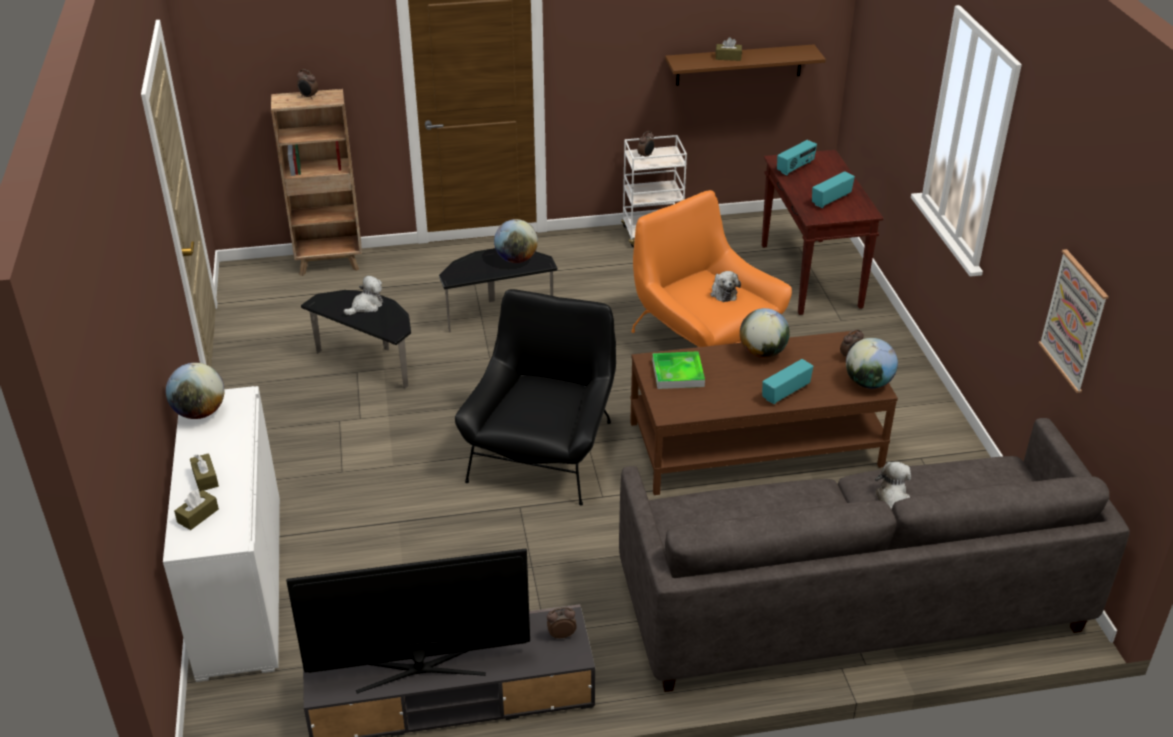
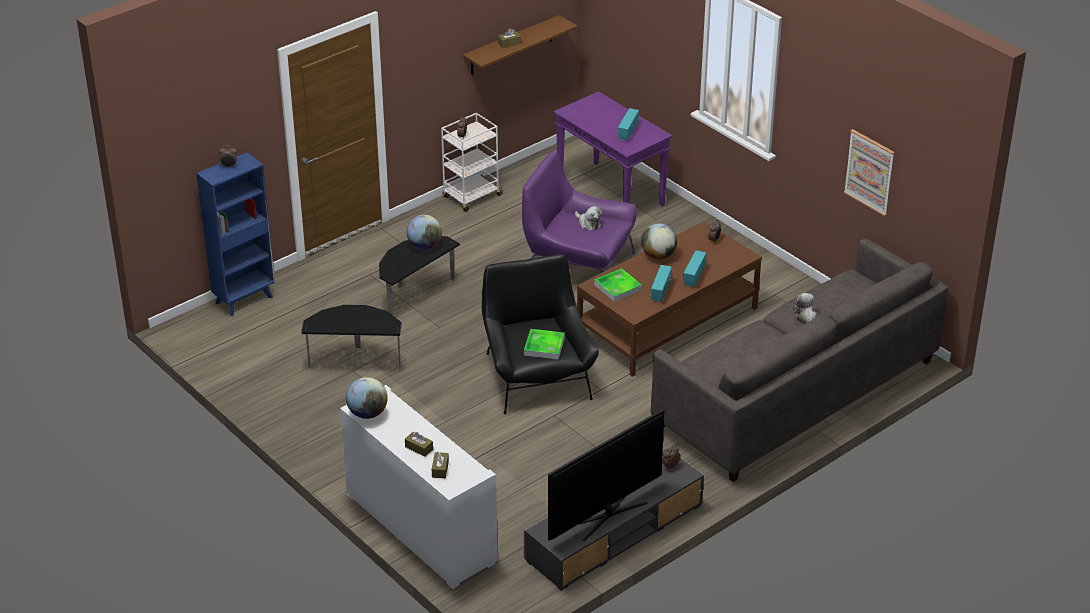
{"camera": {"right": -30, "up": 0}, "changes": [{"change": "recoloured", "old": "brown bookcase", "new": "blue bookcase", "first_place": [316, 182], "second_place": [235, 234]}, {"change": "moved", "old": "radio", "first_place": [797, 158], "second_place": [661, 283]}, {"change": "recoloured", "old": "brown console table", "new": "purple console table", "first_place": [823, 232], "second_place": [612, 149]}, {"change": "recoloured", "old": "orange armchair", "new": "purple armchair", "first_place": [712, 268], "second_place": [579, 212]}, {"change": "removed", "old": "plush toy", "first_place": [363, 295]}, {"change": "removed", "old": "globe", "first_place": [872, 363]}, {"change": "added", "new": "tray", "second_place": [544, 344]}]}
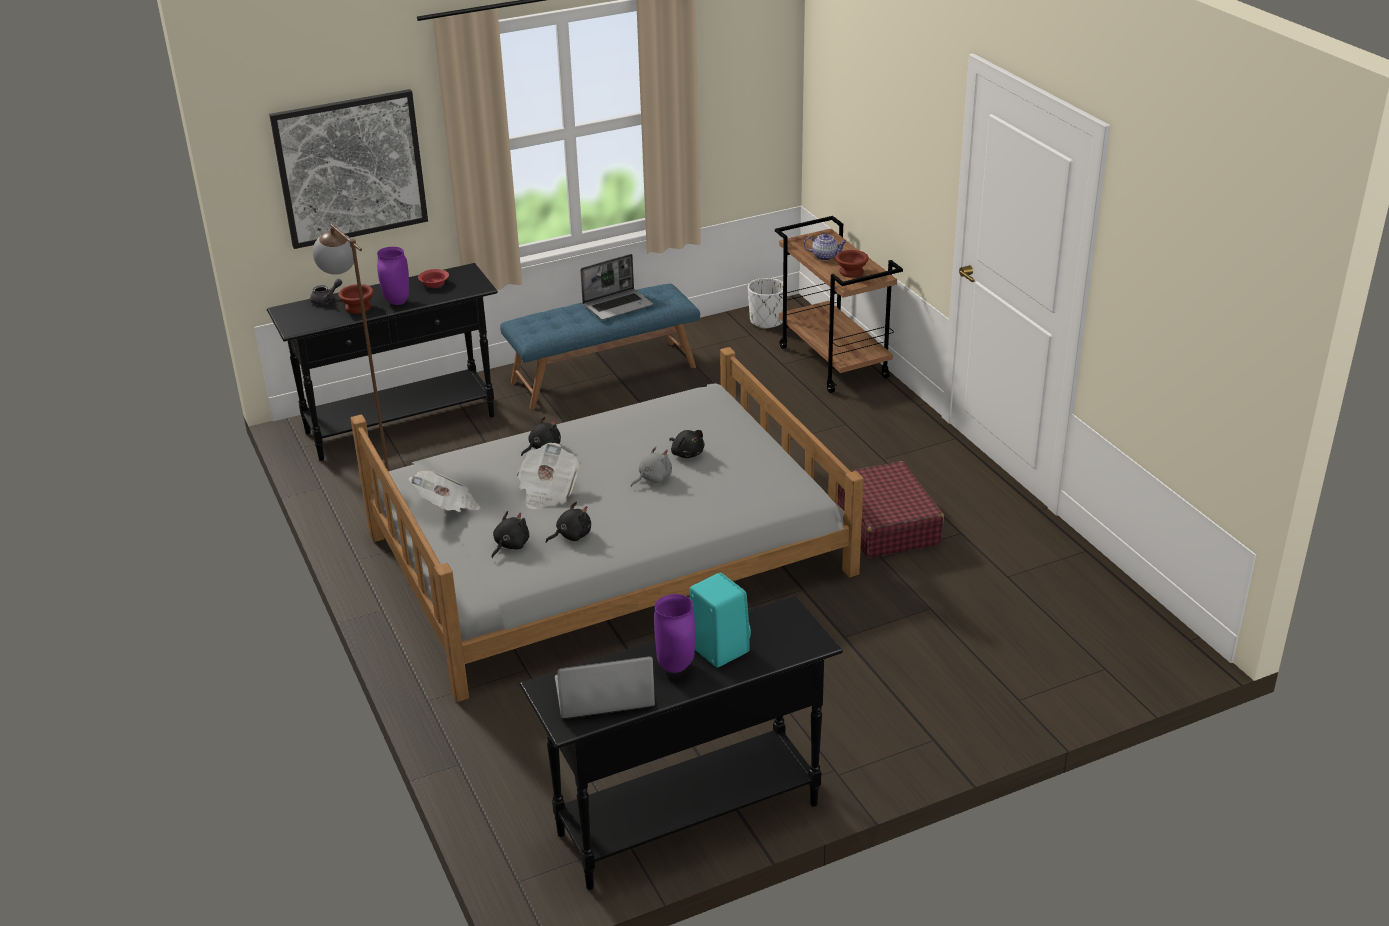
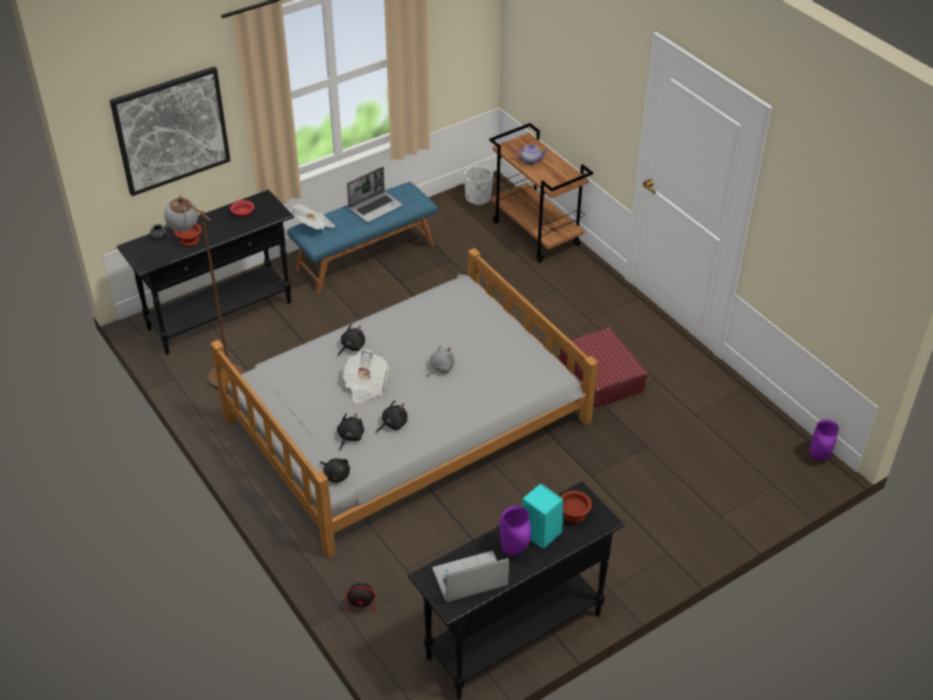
{"camera": {"right": -10, "up": 10}, "changes": [{"change": "moved", "old": "purple vase", "first_place": [393, 276], "second_place": [824, 440]}, {"change": "moved", "old": "brown bowl", "first_place": [852, 263], "second_place": [576, 507]}, {"change": "moved", "old": "black plush toy", "first_place": [687, 444], "second_place": [335, 470]}, {"change": "moved", "old": "newspaper", "first_place": [445, 491], "second_place": [312, 217]}, {"change": "added", "new": "fan", "second_place": [373, 588]}]}
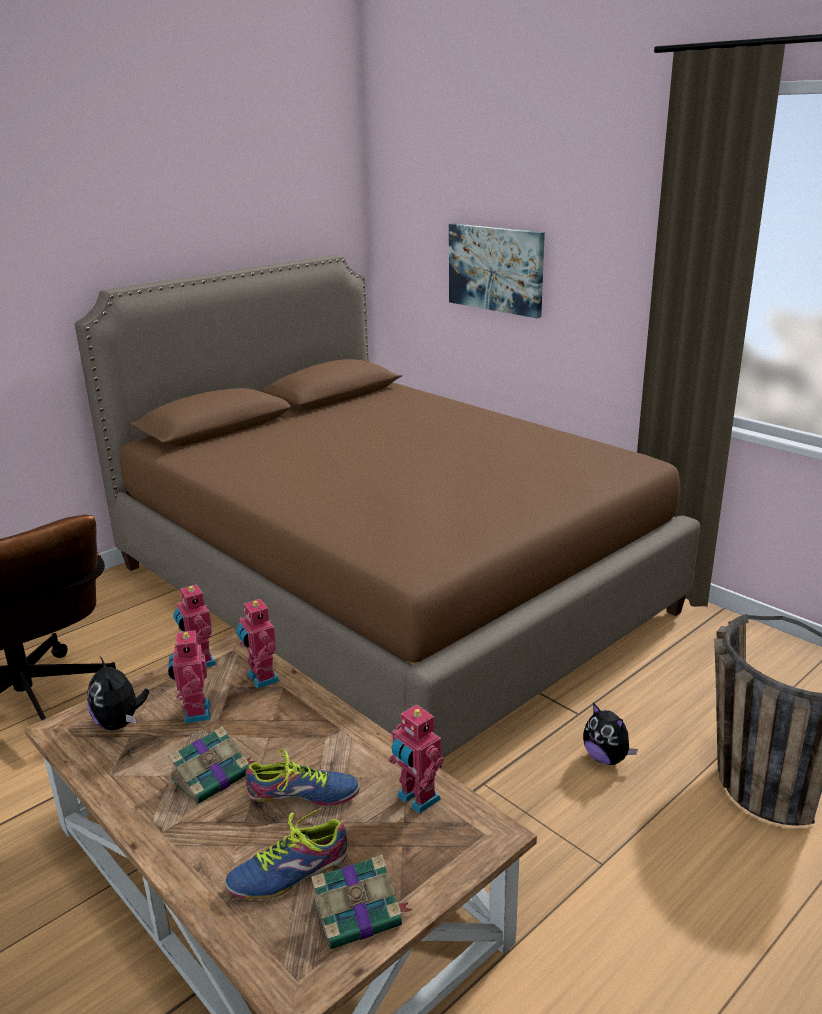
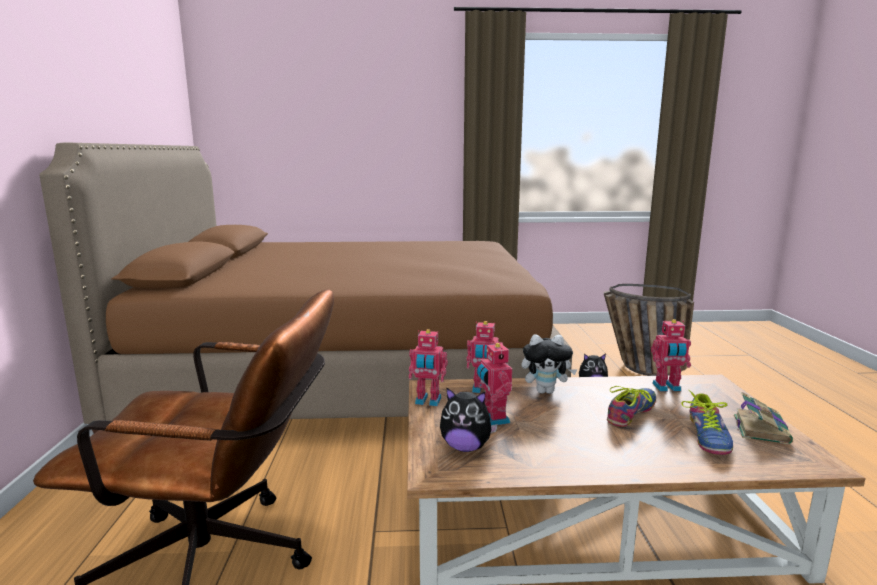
{"camera": {"right": -50, "up": -10}, "changes": [{"change": "removed", "old": "picture", "first_place": [497, 271]}, {"change": "turned", "old": "toy robot", "first_place": [189, 676], "second_place": [494, 383], "degrees": 45}, {"change": "removed", "old": "book", "first_place": [211, 765]}, {"change": "added", "new": "plush toy", "second_place": [549, 364]}]}
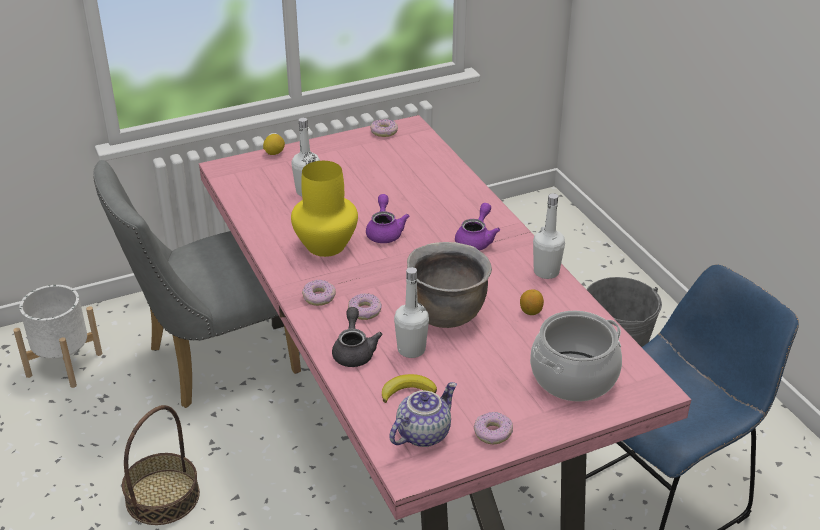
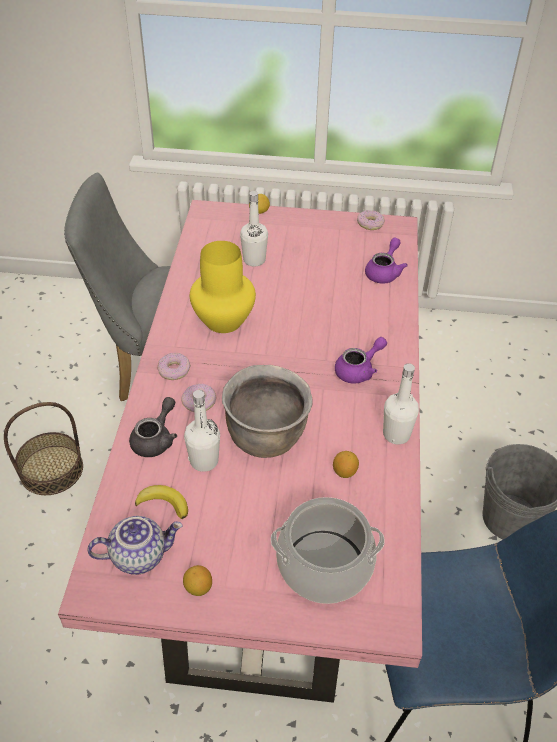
{"camera": {"right": 30, "up": 10}, "changes": [{"change": "moved", "old": "purple teapot", "first_place": [387, 218], "second_place": [386, 260]}, {"change": "removed", "old": "white planter", "first_place": [57, 336]}, {"change": "replaced", "old": "donut", "new": "lemon", "first_place": [493, 428], "second_place": [197, 580]}]}
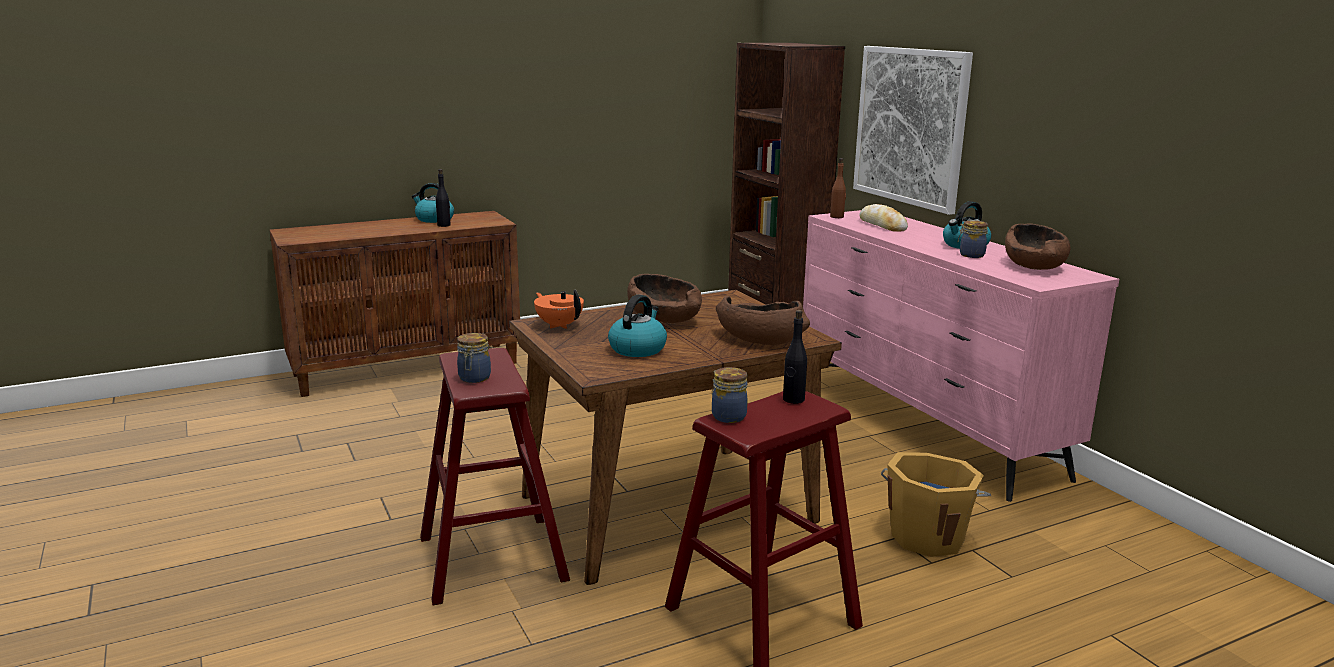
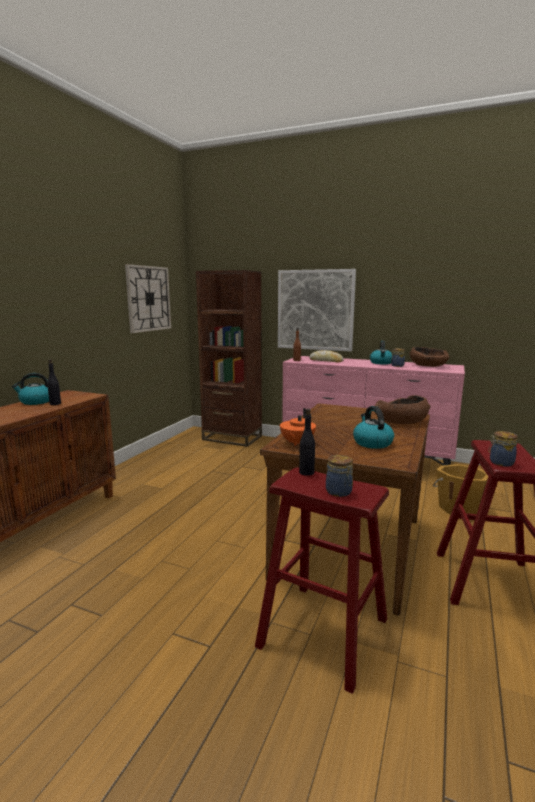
{"camera": {"right": -40, "up": -5}, "changes": [{"change": "removed", "old": "brown bowl", "first_place": [664, 298]}, {"change": "turned", "old": "orange teapot", "first_place": [559, 309], "second_place": [298, 427], "degrees": -75}, {"change": "moved", "old": "black bottle", "first_place": [795, 357], "second_place": [307, 442]}, {"change": "added", "new": "wall clock", "second_place": [148, 298]}]}
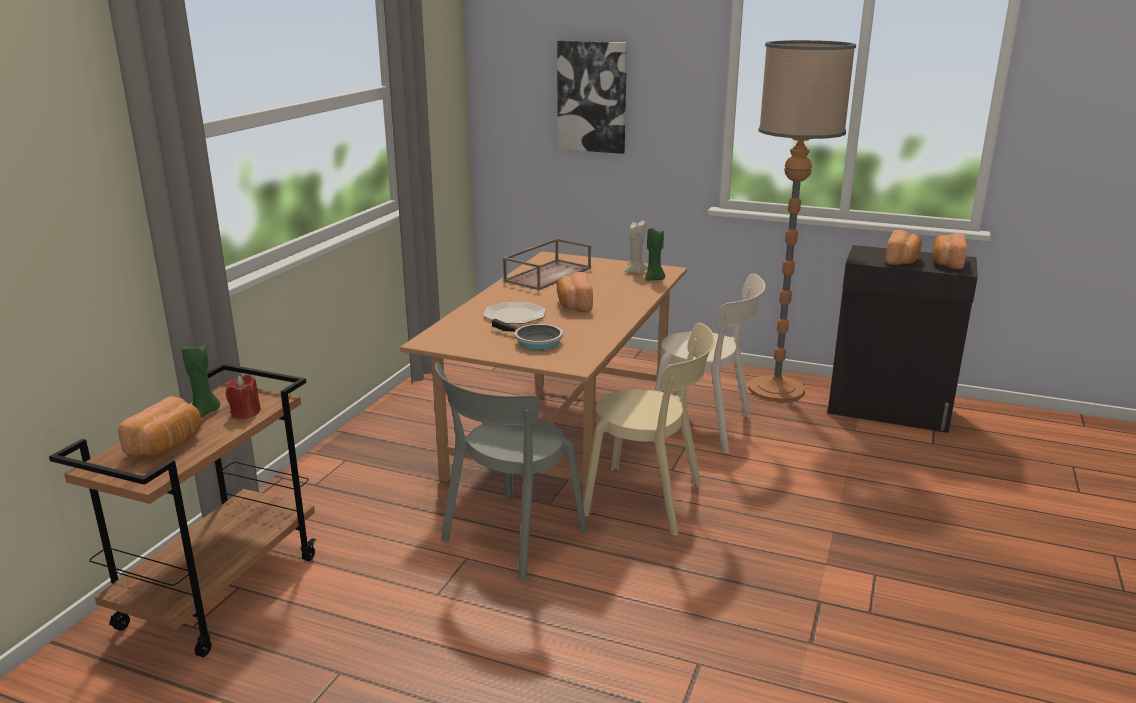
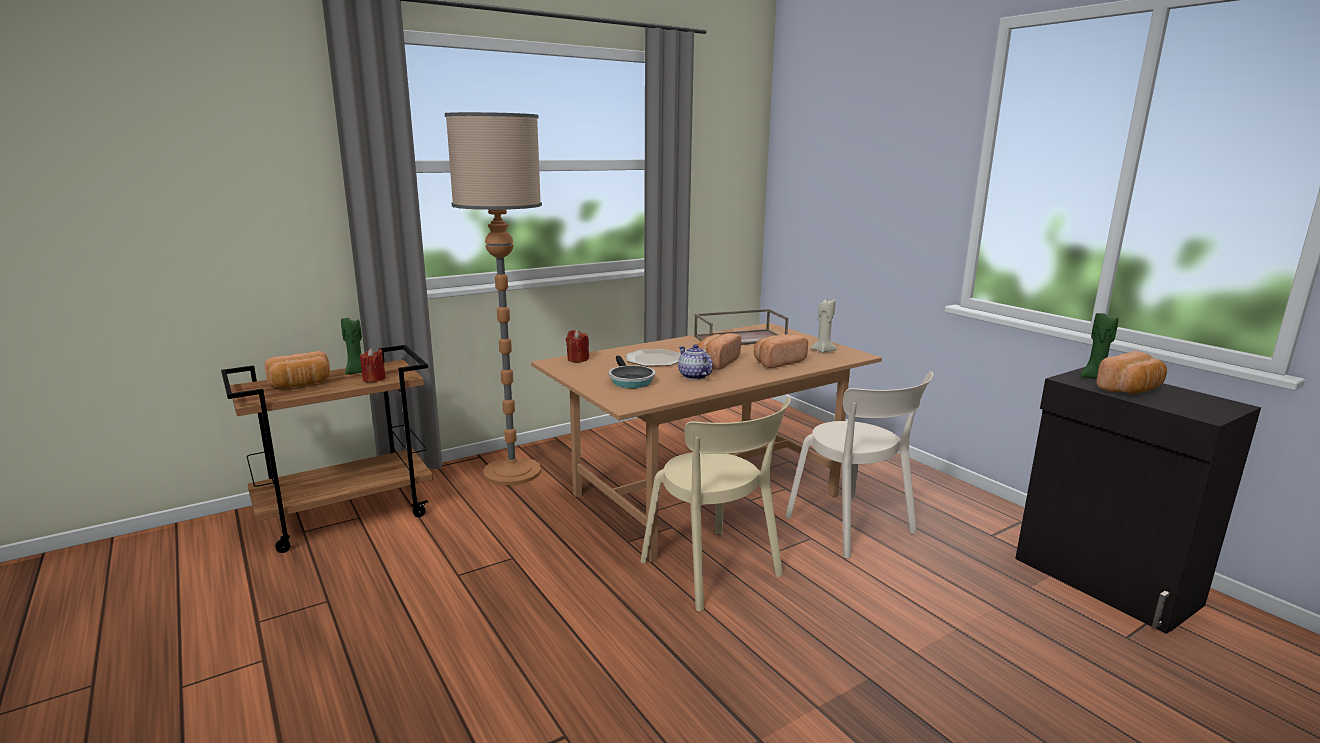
{"camera": {"right": 35, "up": -5}, "changes": [{"change": "moved", "old": "floor lamp", "first_place": [802, 221], "second_place": [493, 298]}, {"change": "removed", "old": "picture", "first_place": [592, 97]}, {"change": "moved", "old": "green candle", "first_place": [655, 254], "second_place": [1099, 346]}, {"change": "moved", "old": "bread", "first_place": [949, 251], "second_place": [781, 351]}, {"change": "removed", "old": "grey chair", "first_place": [511, 471]}, {"change": "added", "new": "red candle", "second_place": [577, 346]}, {"change": "added", "new": "teapot", "second_place": [695, 362]}]}
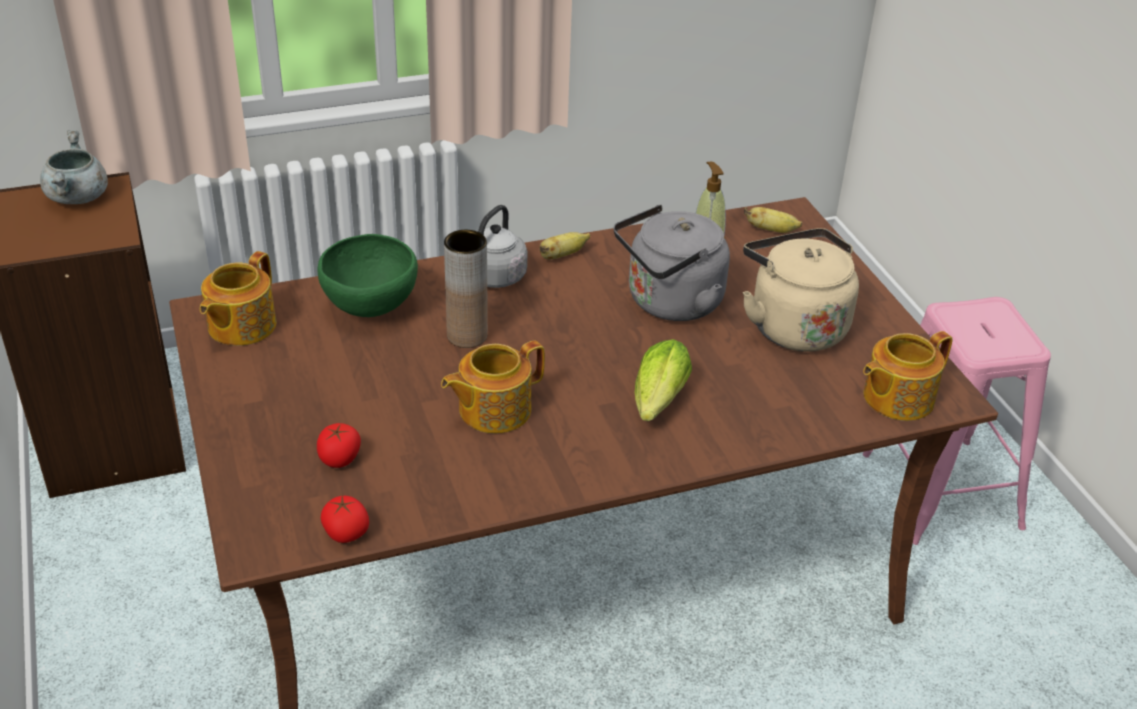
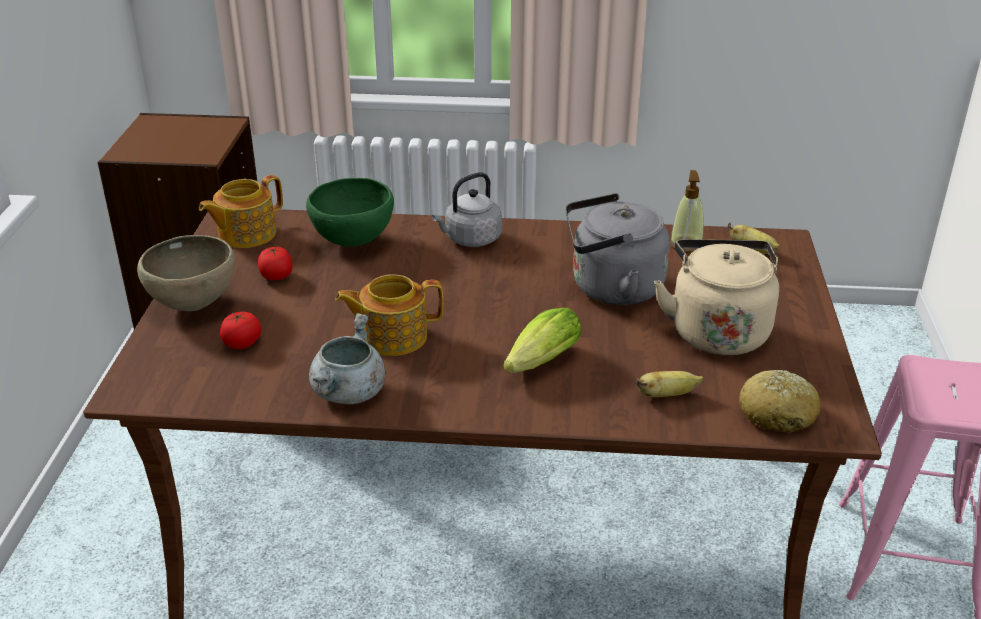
{"camera": {"right": 25, "up": -5}, "changes": [{"change": "moved", "old": "grey cooking pot", "first_place": [74, 167], "second_place": [347, 358]}, {"change": "removed", "old": "brown vase", "first_place": [466, 289]}, {"change": "moved", "old": "banana", "first_place": [564, 245], "second_place": [670, 384]}, {"change": "replaced", "old": "teapot", "new": "bread", "first_place": [908, 376], "second_place": [779, 401]}, {"change": "moved", "old": "tomato", "first_place": [345, 519], "second_place": [275, 263]}, {"change": "added", "new": "brown bowl", "second_place": [186, 273]}]}
